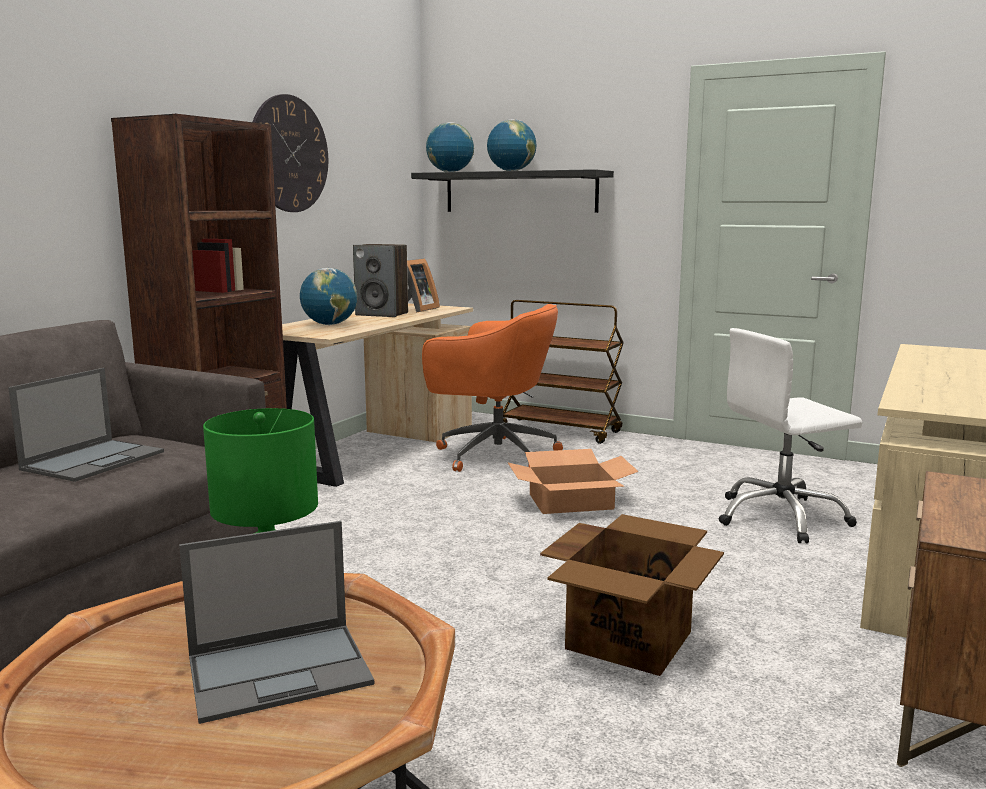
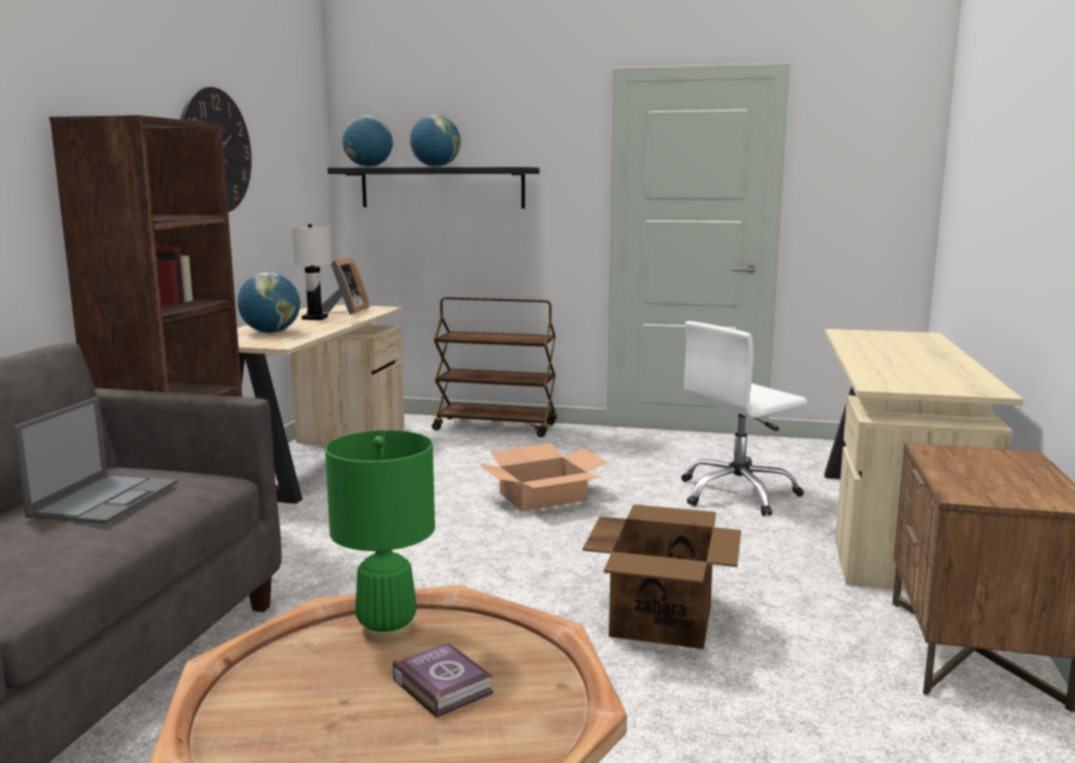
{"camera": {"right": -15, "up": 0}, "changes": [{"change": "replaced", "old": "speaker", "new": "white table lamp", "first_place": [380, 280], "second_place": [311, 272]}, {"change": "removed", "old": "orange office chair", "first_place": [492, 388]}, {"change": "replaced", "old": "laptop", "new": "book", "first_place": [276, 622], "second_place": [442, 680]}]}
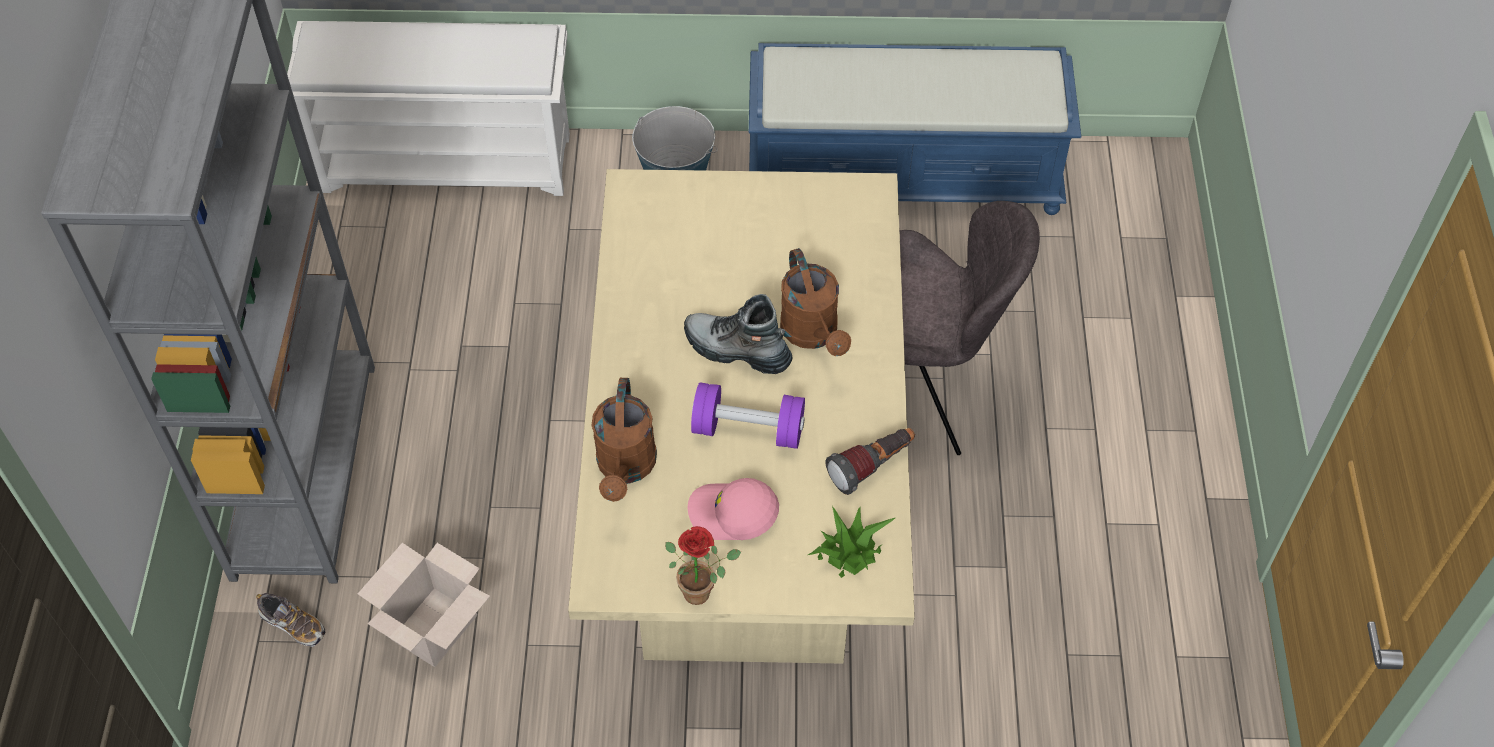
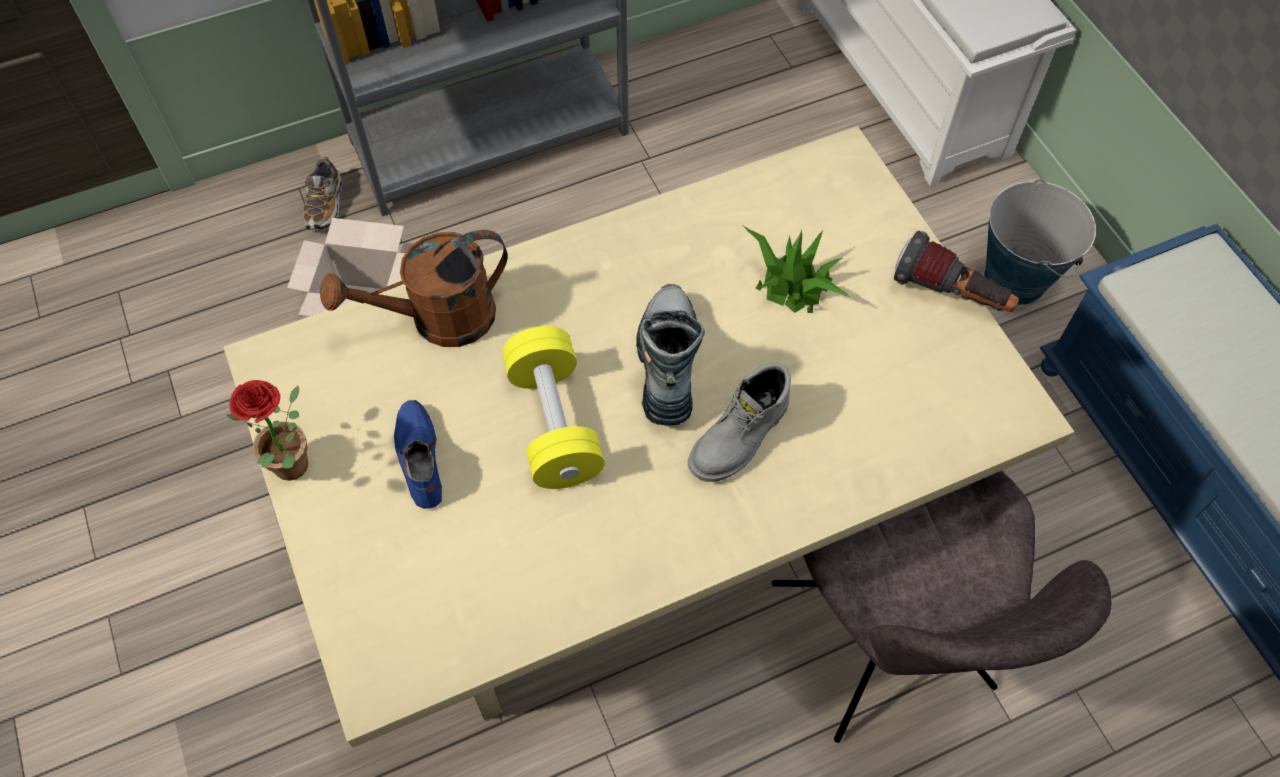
{"camera": {"right": 65, "up": 5}, "changes": [{"change": "replaced", "old": "brown watering can", "new": "grey boot", "first_place": [815, 302], "second_place": [739, 422]}, {"change": "recoloured", "old": "purple dumbbell", "new": "yellow dumbbell", "first_place": [748, 416], "second_place": [553, 407]}, {"change": "moved", "old": "flashlight", "first_place": [870, 461], "second_place": [956, 271]}, {"change": "replaced", "old": "pink cap", "new": "blue shoe", "first_place": [733, 509], "second_place": [418, 454]}, {"change": "moved", "old": "potted plant", "first_place": [851, 542], "second_place": [795, 268]}]}
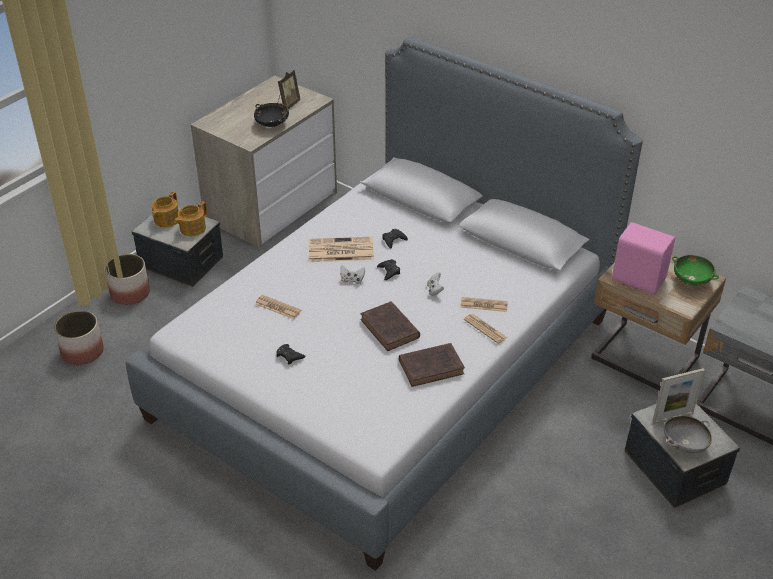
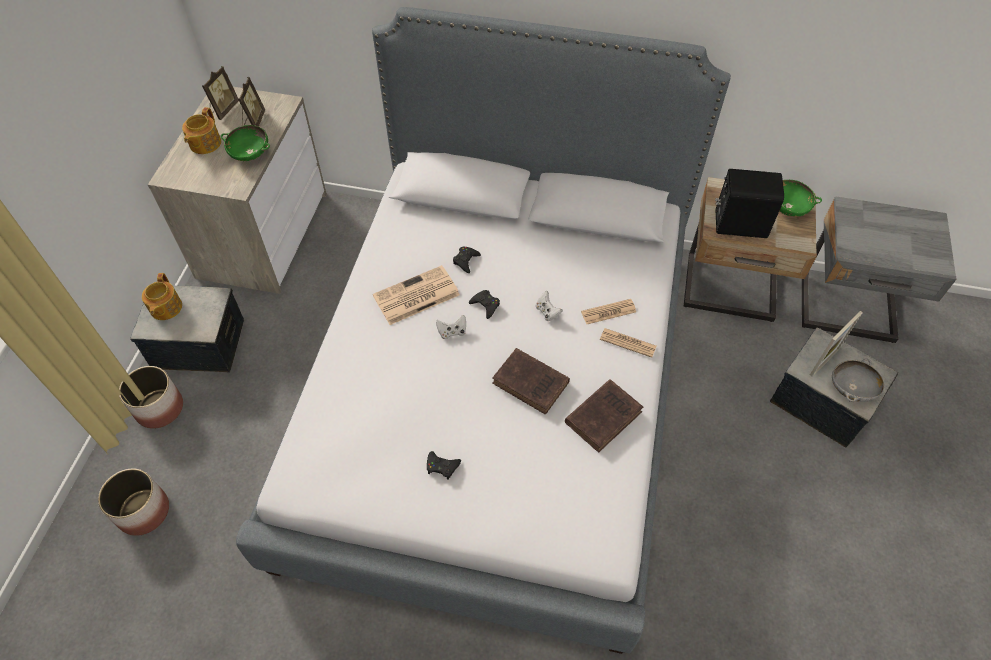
{"camera": {"right": -25, "up": 15}, "changes": [{"change": "recoloured", "old": "black bowl", "new": "green bowl", "first_place": [271, 115], "second_place": [245, 143]}, {"change": "moved", "old": "teapot", "first_place": [190, 218], "second_place": [201, 130]}, {"change": "recoloured", "old": "pink speaker", "new": "black speaker", "first_place": [643, 258], "second_place": [749, 203]}, {"change": "removed", "old": "newspaper", "first_place": [278, 307]}, {"change": "added", "new": "picture frame", "second_place": [220, 93]}]}
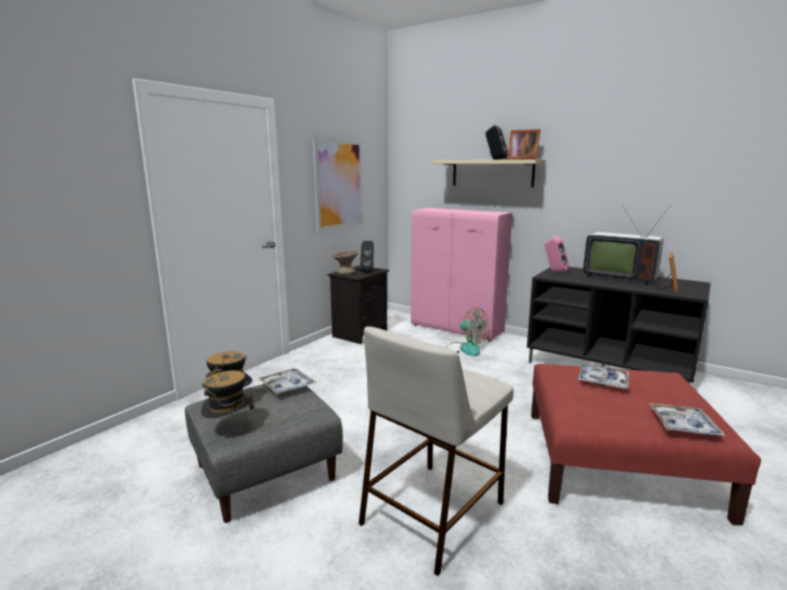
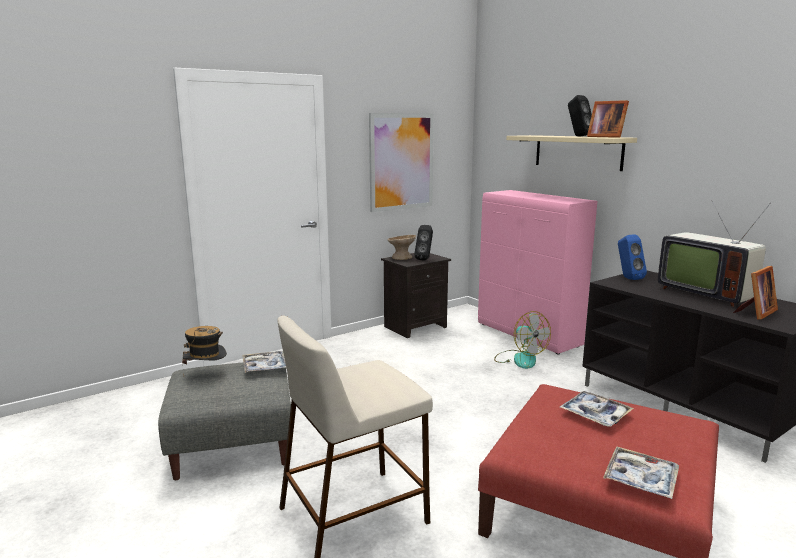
{"camera": {"right": 20, "up": 0}, "changes": [{"change": "recoloured", "old": "pink speaker", "new": "blue speaker", "first_place": [557, 255], "second_place": [632, 257]}, {"change": "removed", "old": "hat", "first_place": [228, 393]}]}
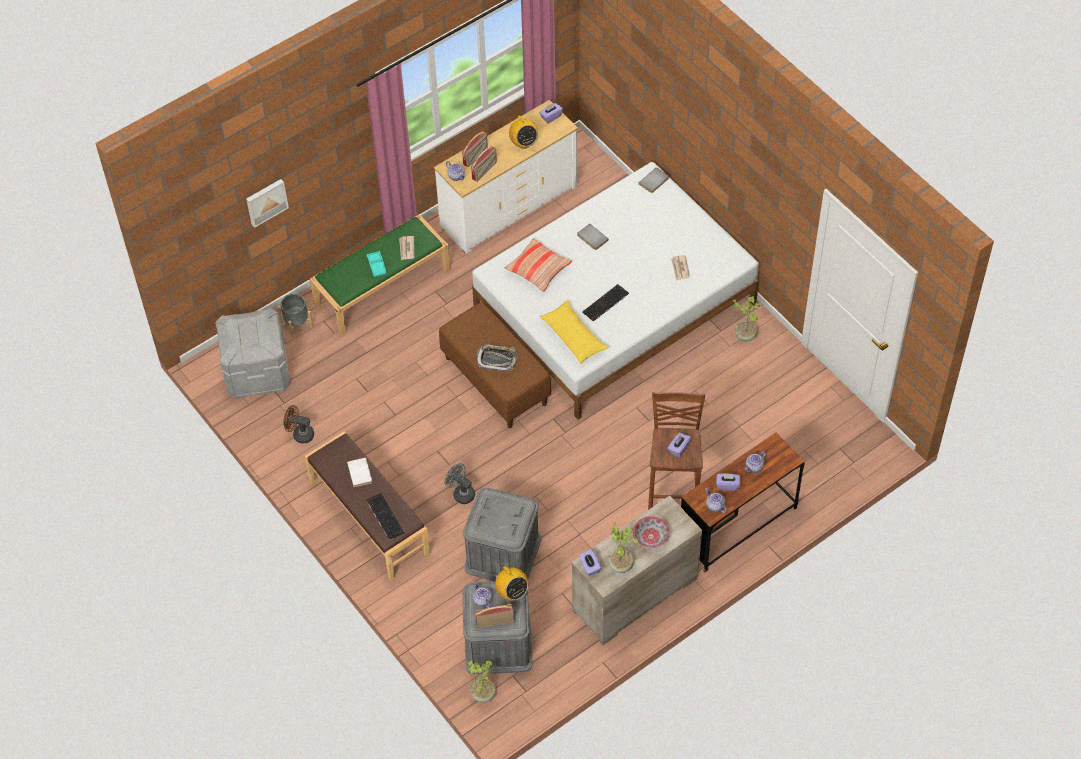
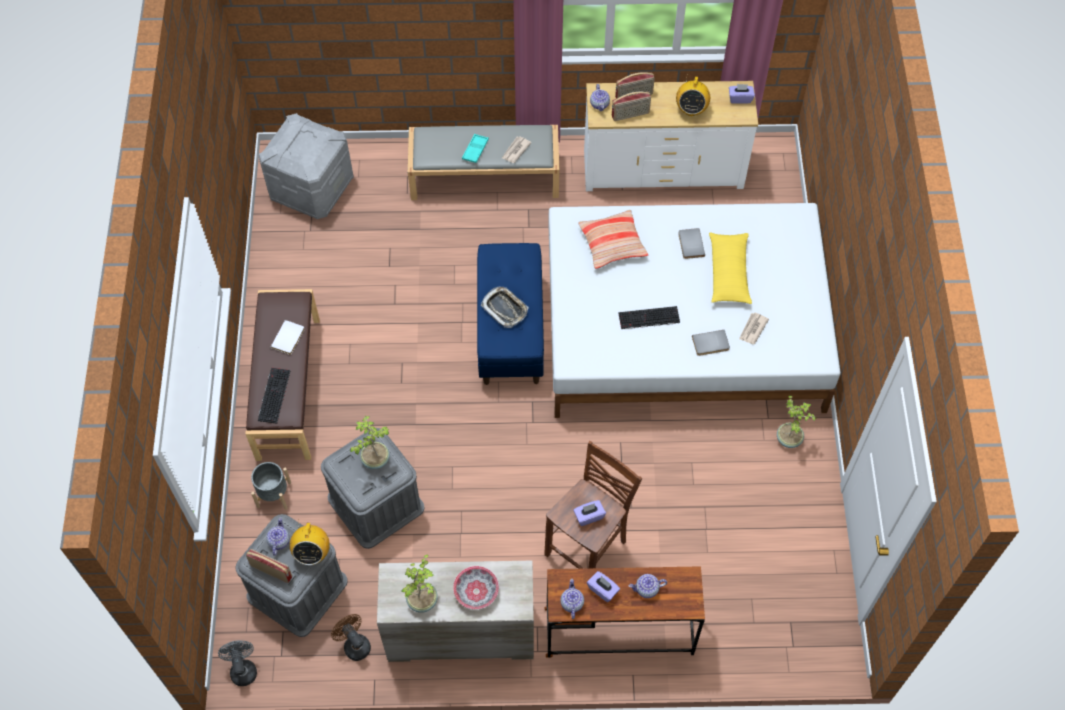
{"camera": {"right": 35, "up": 5}, "changes": [{"change": "moved", "old": "grey book", "first_place": [653, 180], "second_place": [711, 343]}, {"change": "removed", "old": "picture", "first_place": [267, 203]}, {"change": "recoloured", "old": "green bench", "new": "grey bench", "first_place": [380, 275], "second_place": [483, 162]}, {"change": "moved", "old": "grey planter", "first_place": [296, 316], "second_place": [271, 486]}, {"change": "moved", "old": "yellow pillow", "first_place": [574, 332], "second_place": [730, 268]}, {"change": "recoloured", "old": "brown bench", "new": "blue bench", "first_place": [495, 365], "second_place": [510, 314]}, {"change": "moved", "old": "brown fan", "first_place": [298, 424], "second_place": [351, 637]}, {"change": "moved", "old": "grey fan", "first_place": [460, 483], "second_place": [237, 663]}, {"change": "removed", "old": "purple tissue box", "first_place": [590, 562]}, {"change": "moved", "old": "potted plant", "first_place": [482, 681], "second_place": [370, 442]}]}
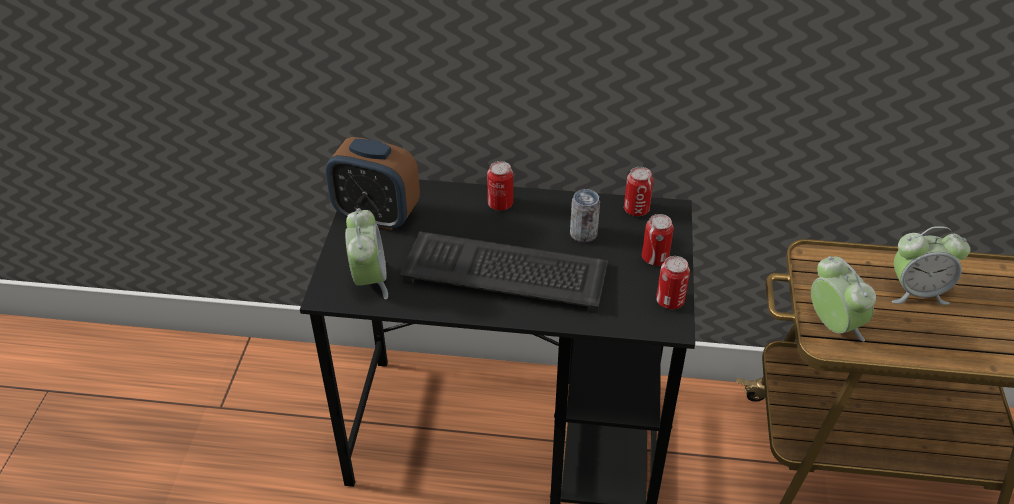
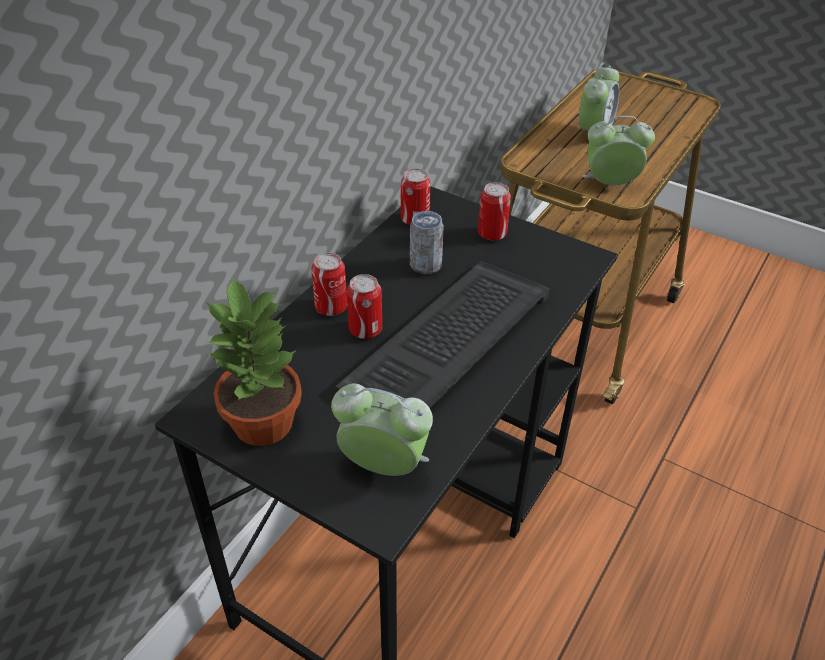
{"camera": {"right": -65, "up": 0}, "changes": [{"change": "replaced", "old": "alarm clock", "new": "potted plant", "first_place": [372, 183], "second_place": [254, 361]}, {"change": "moved", "old": "can", "first_place": [673, 282], "second_place": [364, 306]}]}
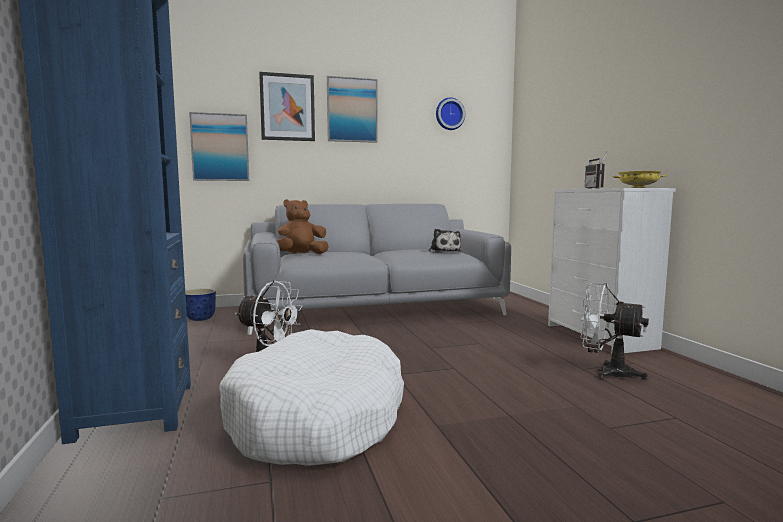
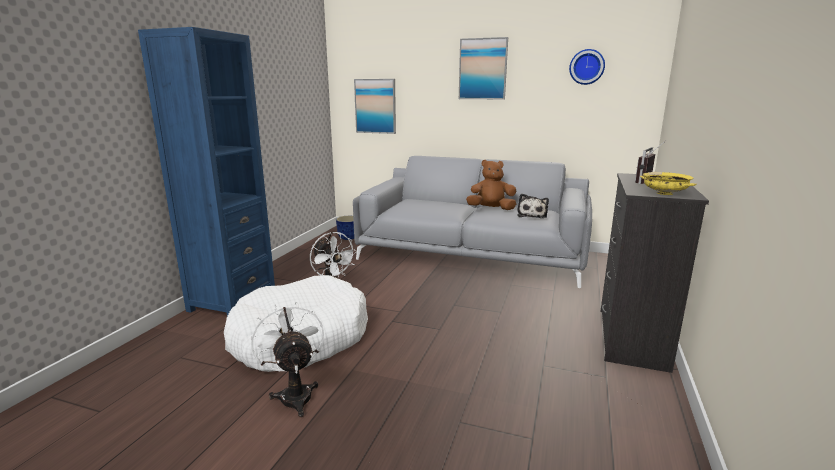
{"camera": {"right": 35, "up": 10}, "changes": [{"change": "removed", "old": "picture", "first_place": [287, 106]}, {"change": "recoloured", "old": "white dresser", "new": "black dresser", "first_place": [612, 271], "second_place": [655, 273]}, {"change": "moved", "old": "brown plush toy", "first_place": [302, 226], "second_place": [491, 185]}, {"change": "moved", "old": "white fan", "first_place": [615, 331], "second_place": [287, 359]}]}
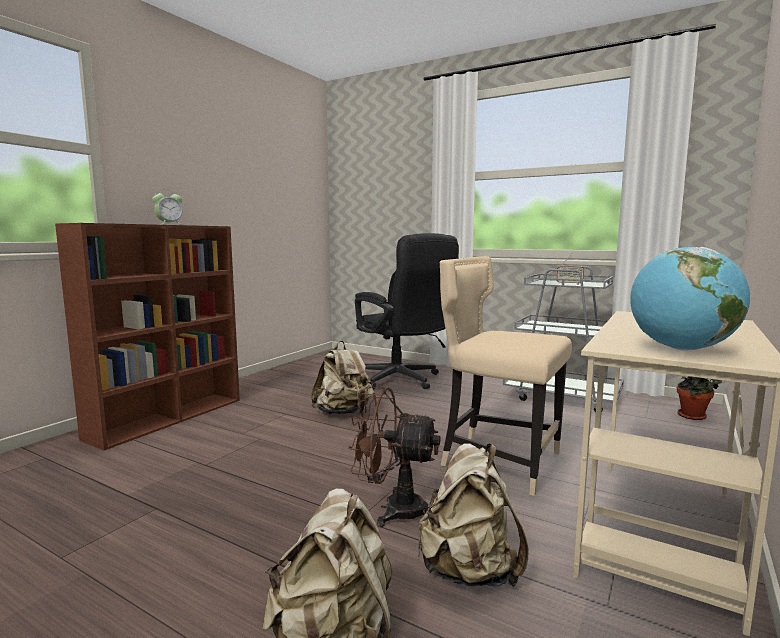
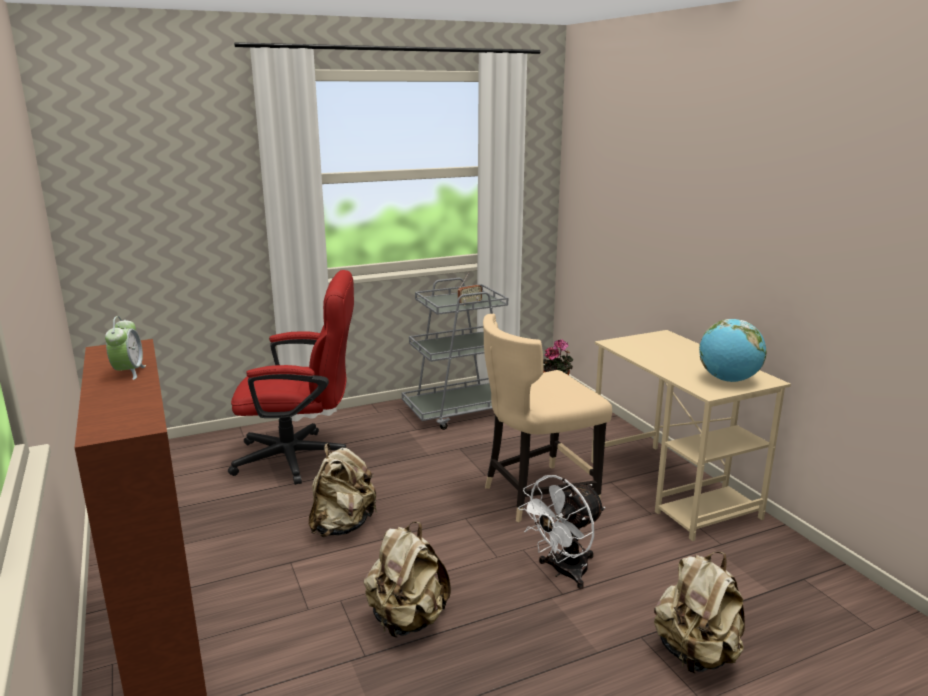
{"camera": {"right": -55, "up": 10}, "changes": [{"change": "recoloured", "old": "black office chair", "new": "red office chair", "first_place": [407, 311], "second_place": [291, 377]}, {"change": "recoloured", "old": "brown fan", "new": "white fan", "first_place": [394, 457], "second_place": [561, 532]}, {"change": "moved", "old": "beige backpack", "first_place": [473, 515], "second_place": [407, 580]}]}
